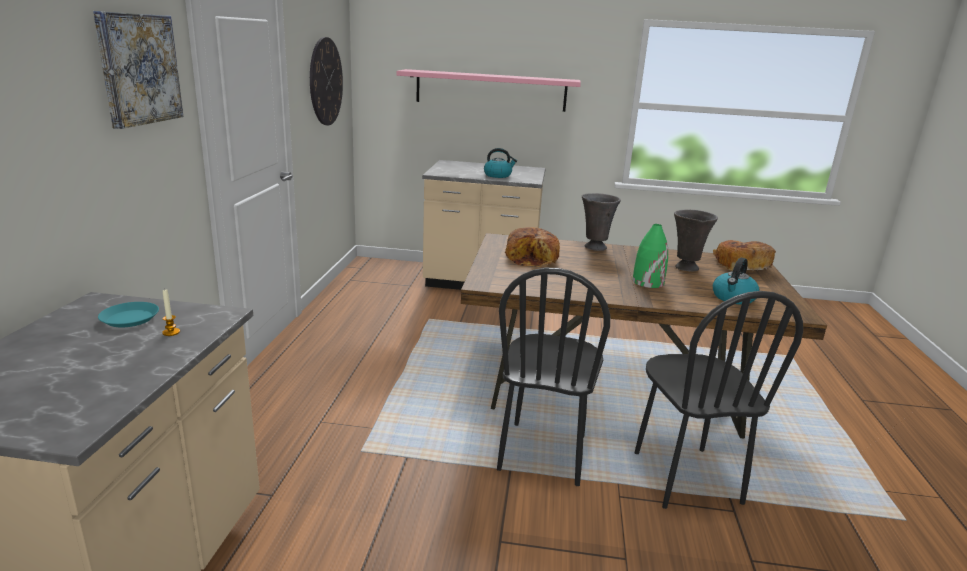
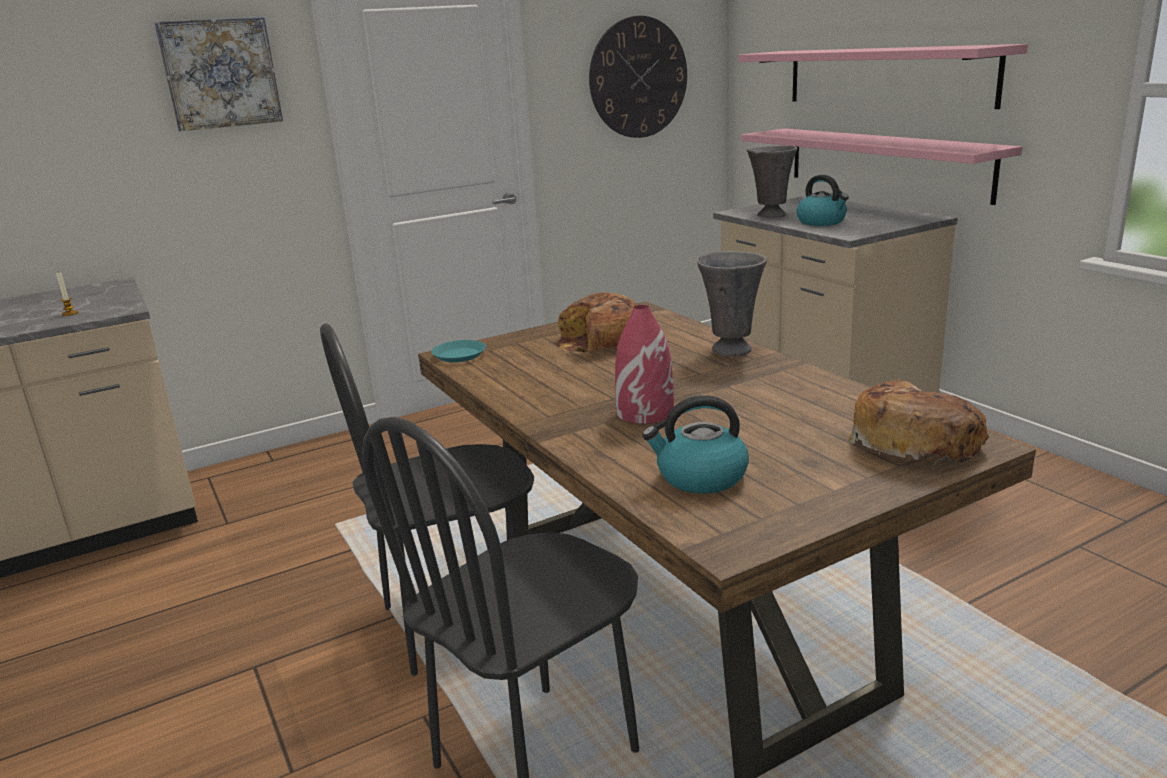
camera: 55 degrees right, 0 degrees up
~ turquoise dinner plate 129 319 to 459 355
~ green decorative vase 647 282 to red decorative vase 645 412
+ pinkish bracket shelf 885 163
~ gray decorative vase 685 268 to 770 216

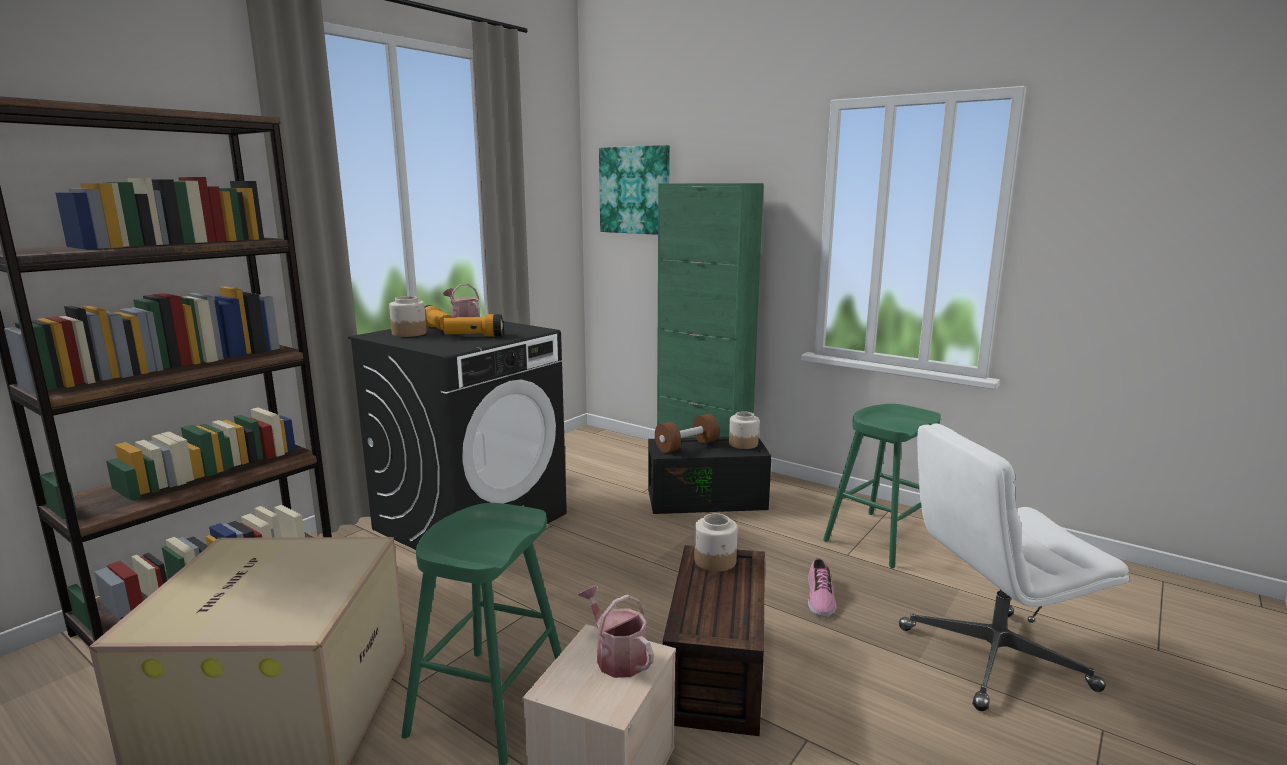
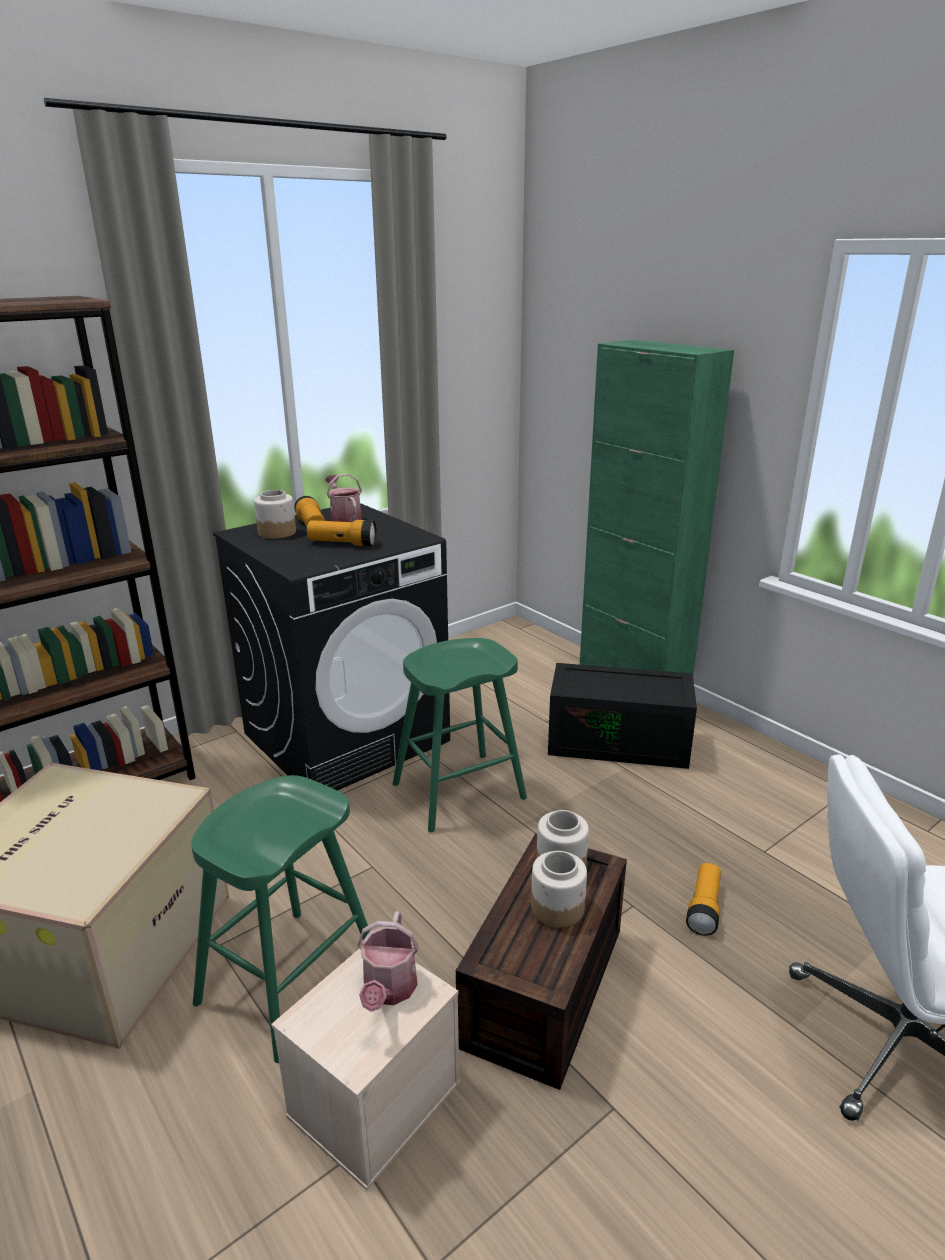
camera: 15 degrees right, 10 degrees up
~ watering pot 616 657 = 388 990 150 degrees counterclockwise
~ green stool 880 539 to 458 791
~ storage jar 743 444 to 558 907
~ shoe 819 597 to flashlight 704 908
- picture 635 190
- brown-coloured free weight 686 446

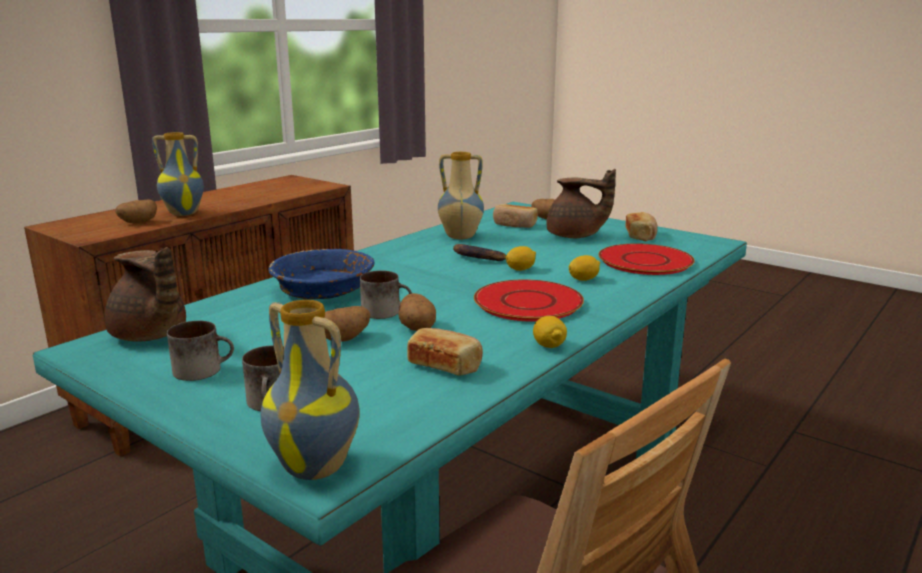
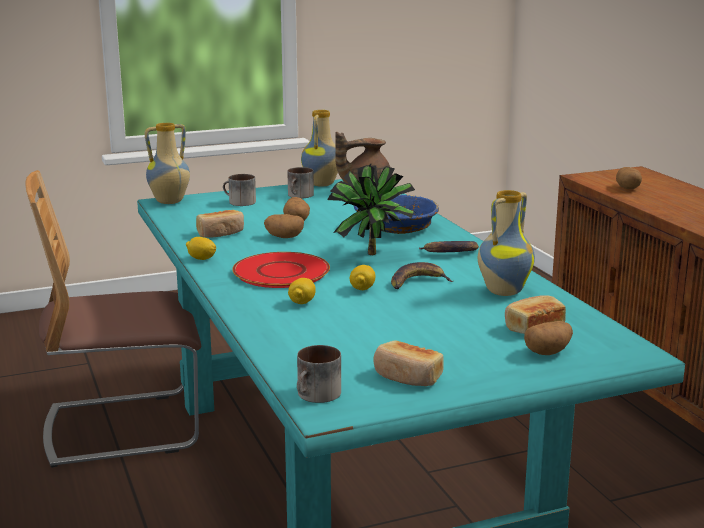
camera: 120 degrees right, 0 degrees up
~ tea mug 386 311 to 317 396
~ decorative vase 184 213 to 322 184
+ plant in a pot 373 256
+ banana fruit 450 252
- brown-coloured teapot 575 236
- red dinner plate 644 261

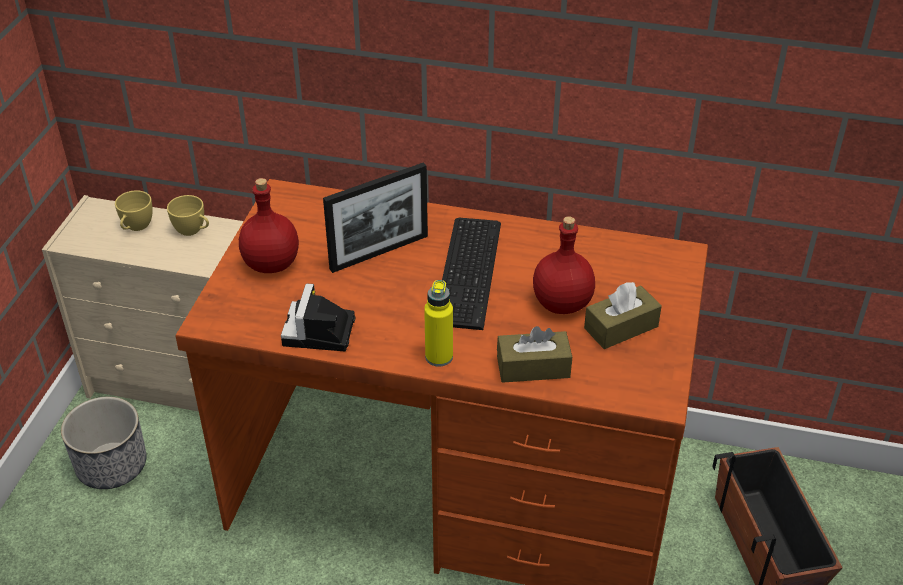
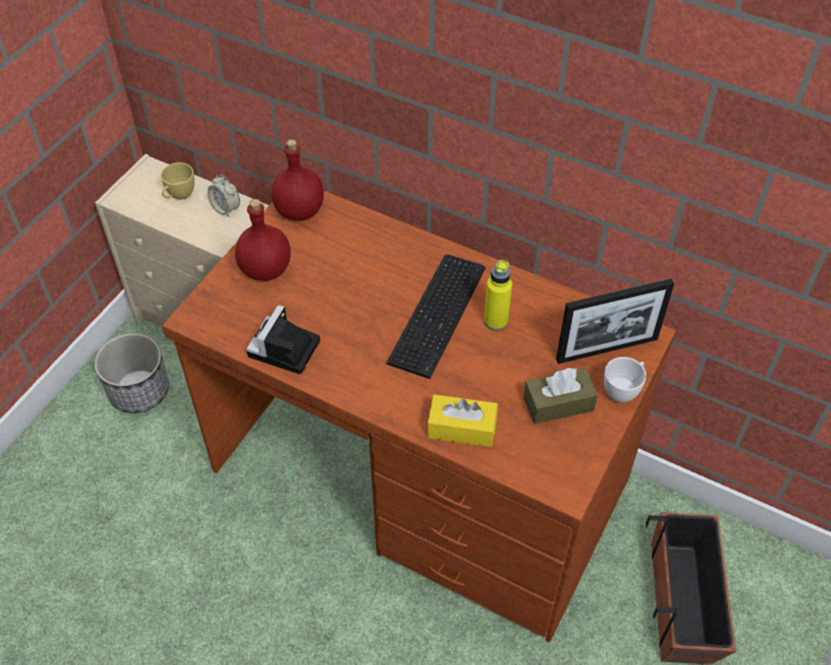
camera: 15 degrees right, 10 degrees up
~ yellow small cup 193 231 to table clock 226 208
~ red beverage bottle 562 303 to 300 210
~ brown-coloured tissue box 533 367 to yellow tissue box 461 428
~ yellow beverage bottle 439 357 to 495 321
~ picture frame 379 252 to 607 349
+ whitish small cup 623 390

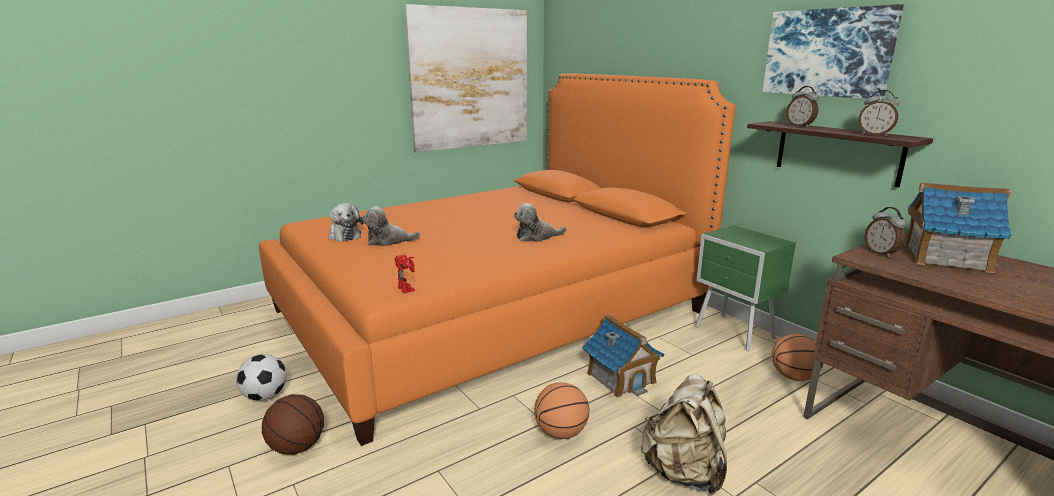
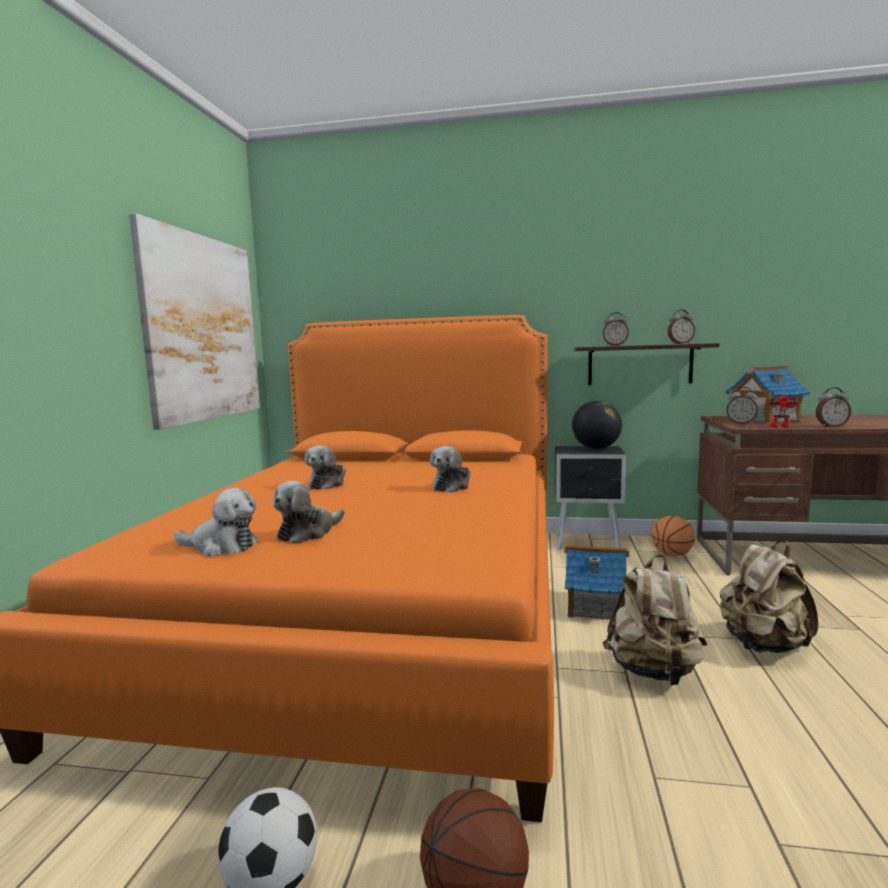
camera: 45 degrees left, 10 degrees down
+ soft toy 328 484
~ green night table 735 334 to blackish night table 589 543
+ desk globe 596 448
~ ball for basketball 561 433 to beige-coloured knapsack 653 671
~ robot figure 409 289 to 780 426
+ table clock 831 426
- picture 828 53

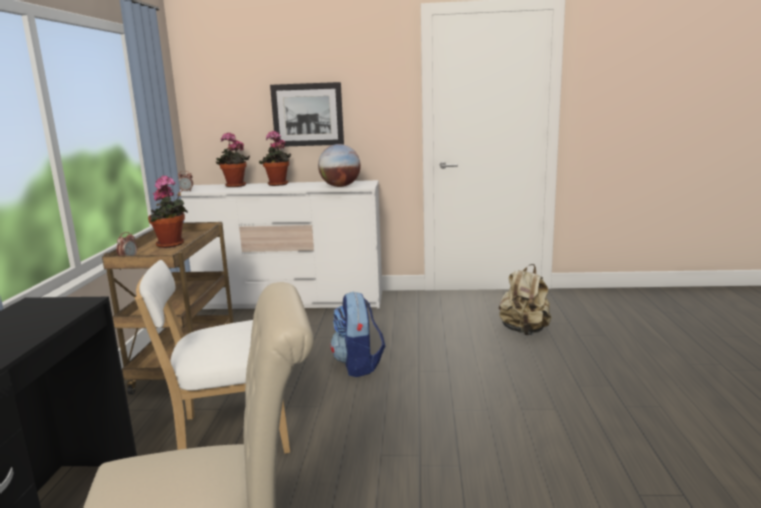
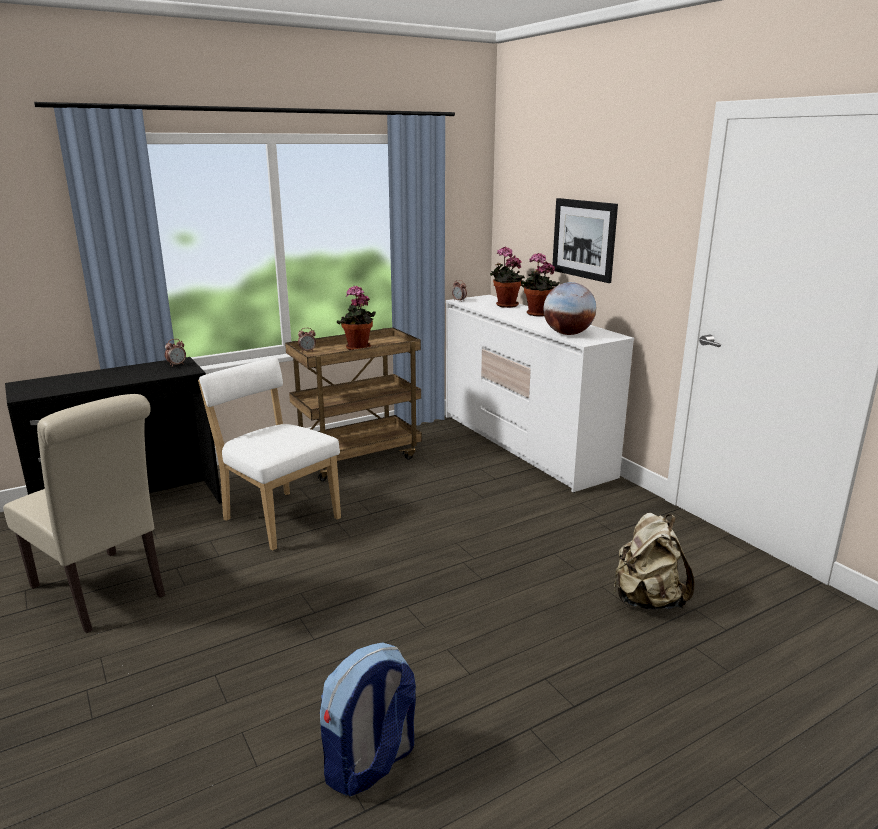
camera: 55 degrees right, 5 degrees up
+ table clock 177 365
~ knapsack 358 365 to 370 764

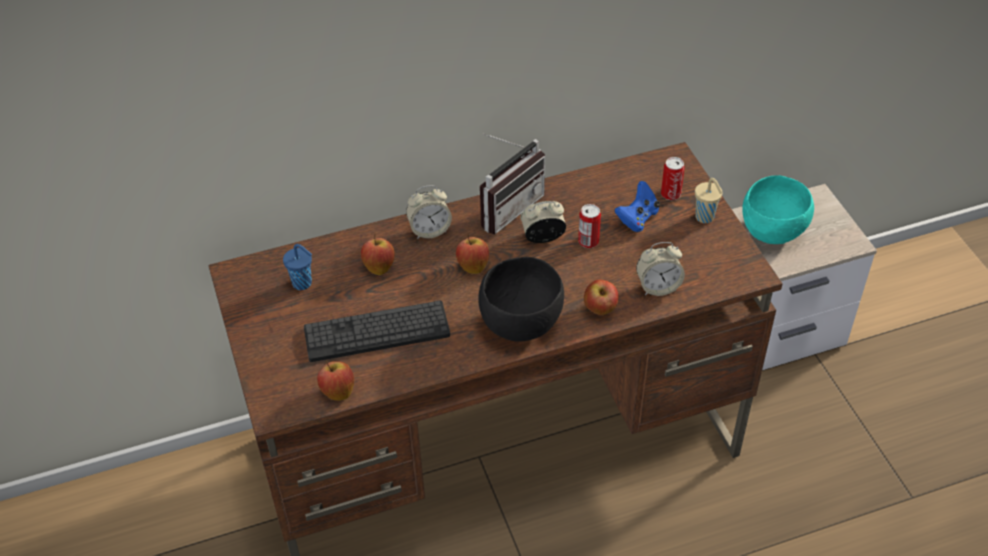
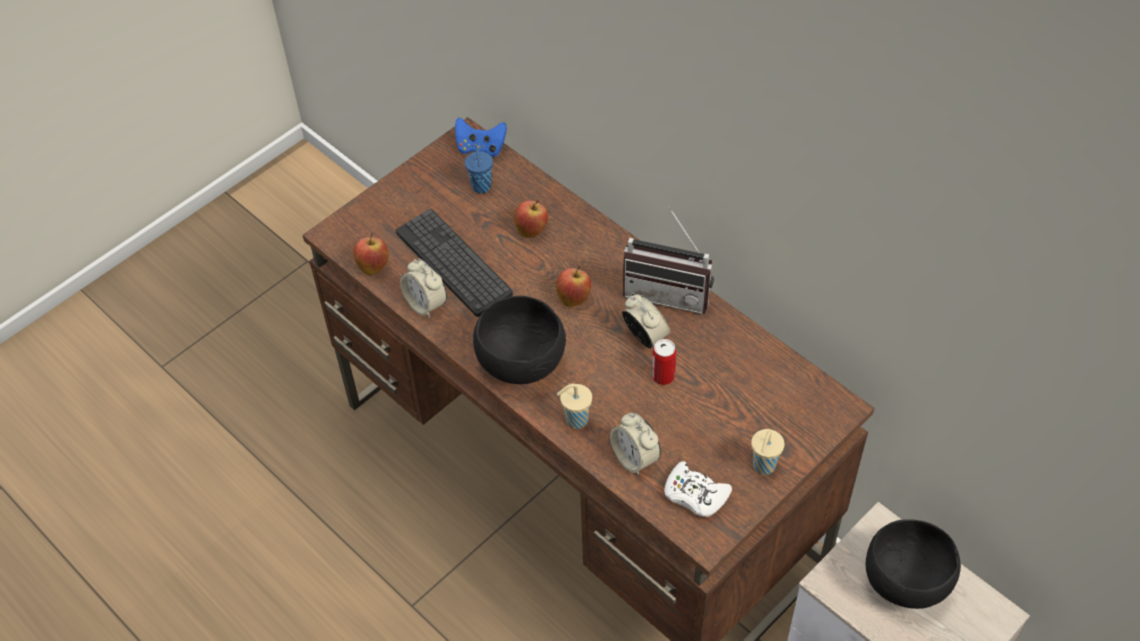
camera: 65 degrees right, 5 degrees up
~ table clock 429 230 to 426 304
~ bluish game controller 637 218 to 481 148
~ whole apple 600 310 to beige-coloured small cup 575 420
+ whitish game controller 695 495
~ turquoise bowl 773 232 to blackish bowl 906 584
- can 670 194

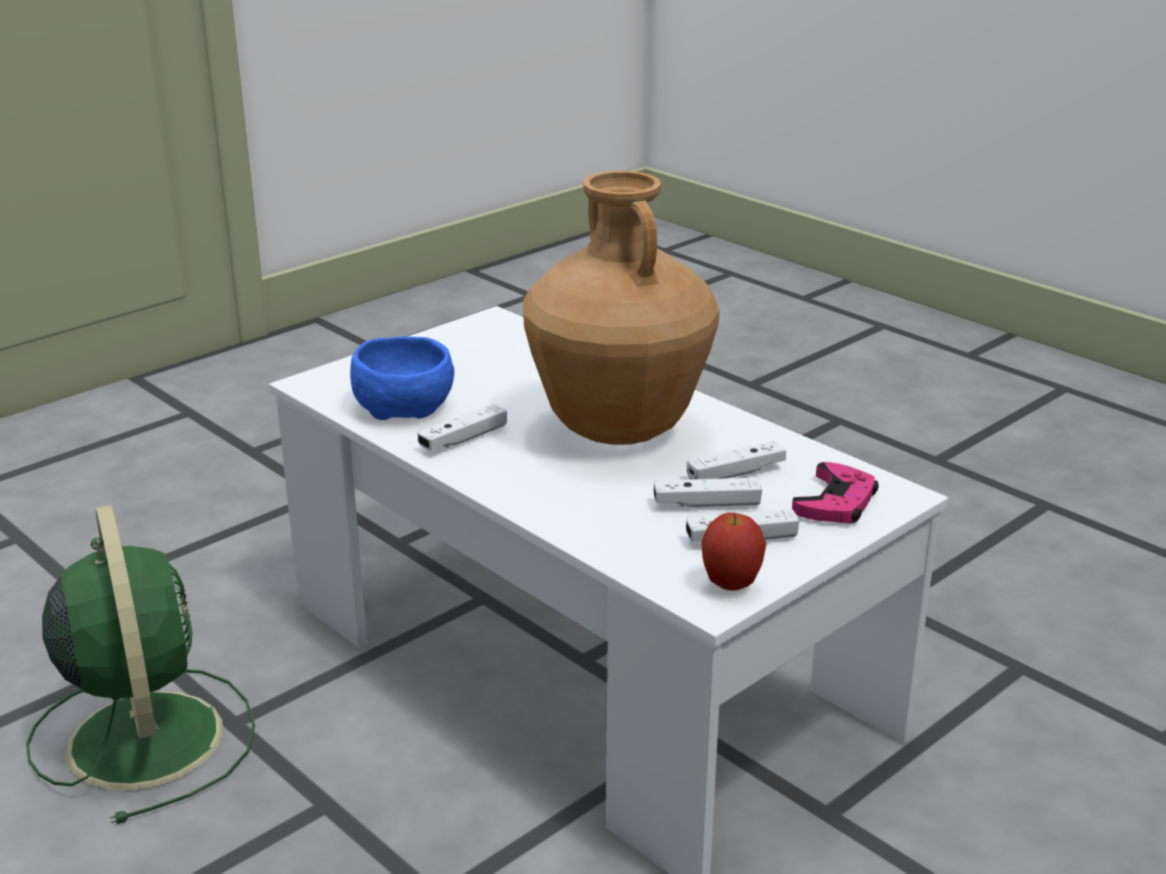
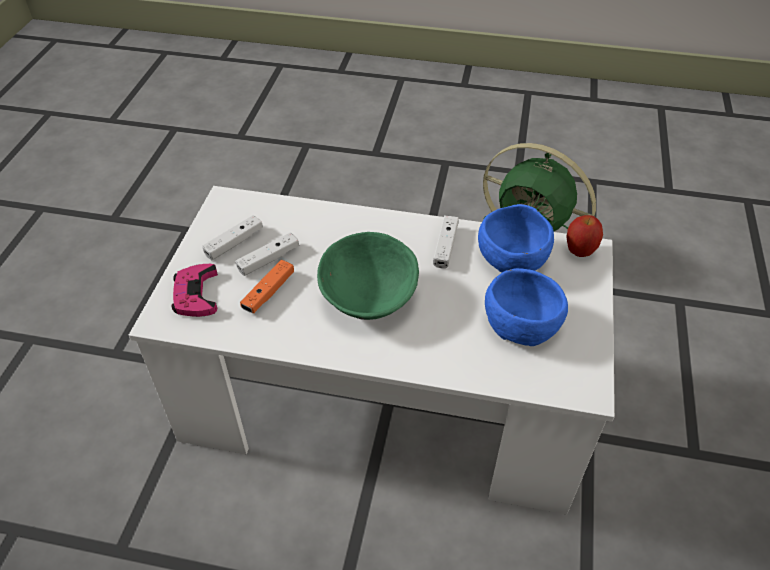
camera: 145 degrees right, 20 degrees up
~ whitish game controller 735 473 to orangey game controller 268 292
~ brown-coloured decorative vase 617 430 to green bowl 368 298
+ bluish bowl 520 322
~ whole apple 731 585 to 579 252

